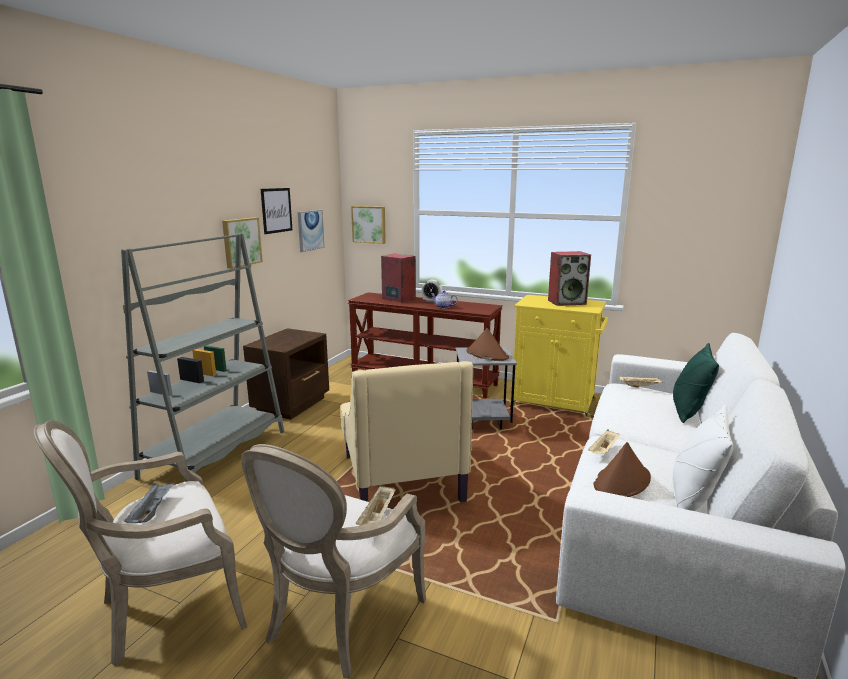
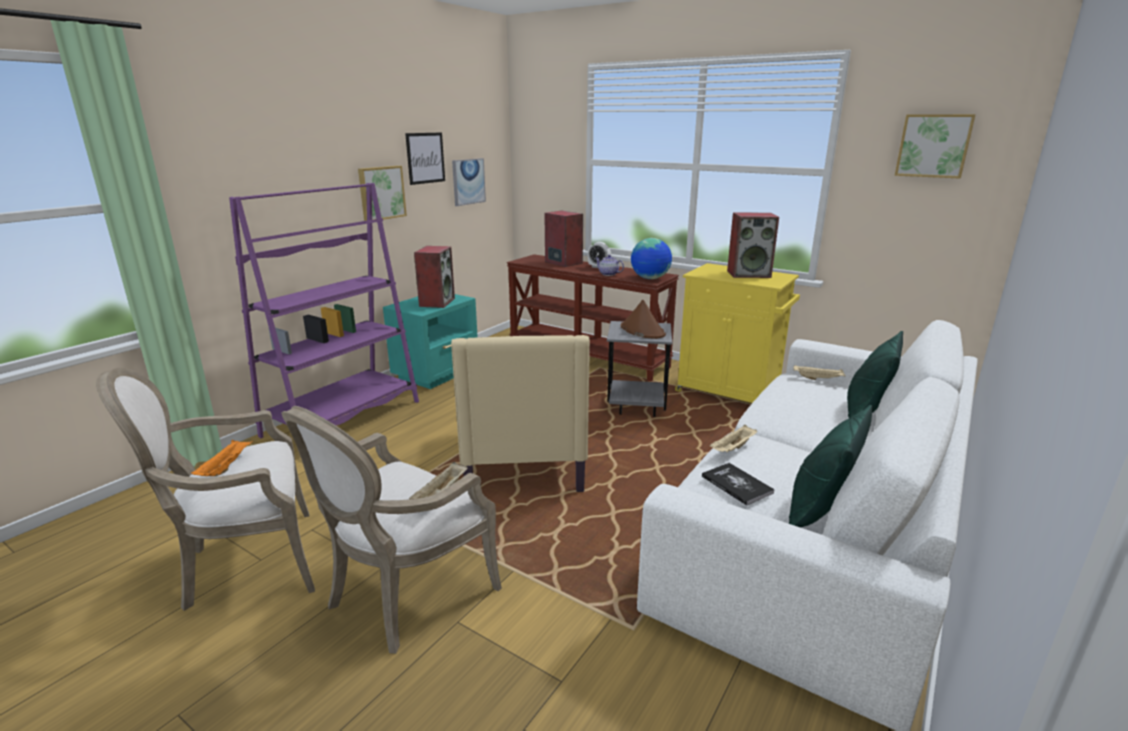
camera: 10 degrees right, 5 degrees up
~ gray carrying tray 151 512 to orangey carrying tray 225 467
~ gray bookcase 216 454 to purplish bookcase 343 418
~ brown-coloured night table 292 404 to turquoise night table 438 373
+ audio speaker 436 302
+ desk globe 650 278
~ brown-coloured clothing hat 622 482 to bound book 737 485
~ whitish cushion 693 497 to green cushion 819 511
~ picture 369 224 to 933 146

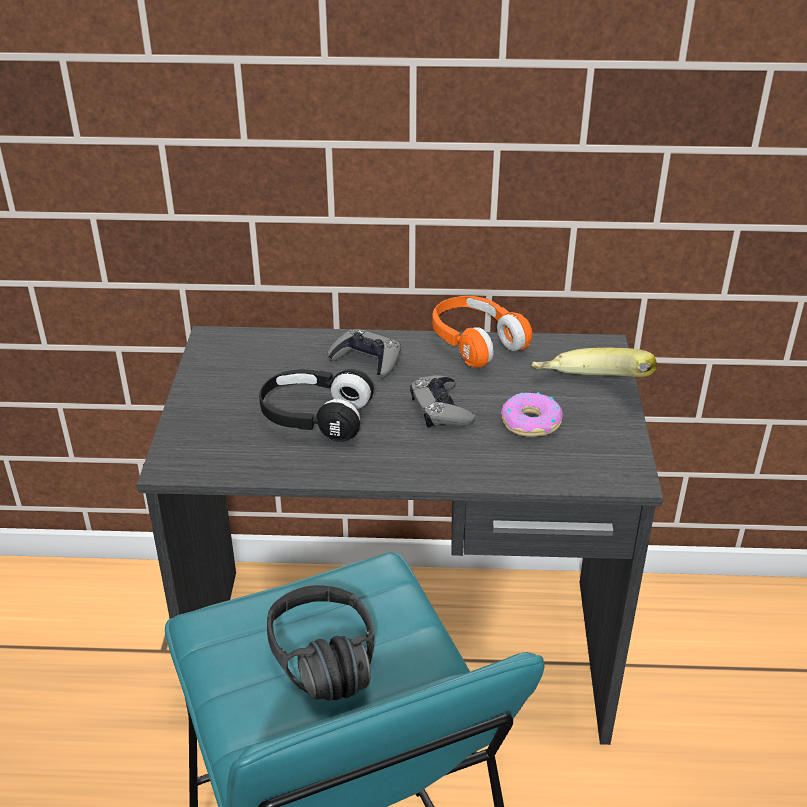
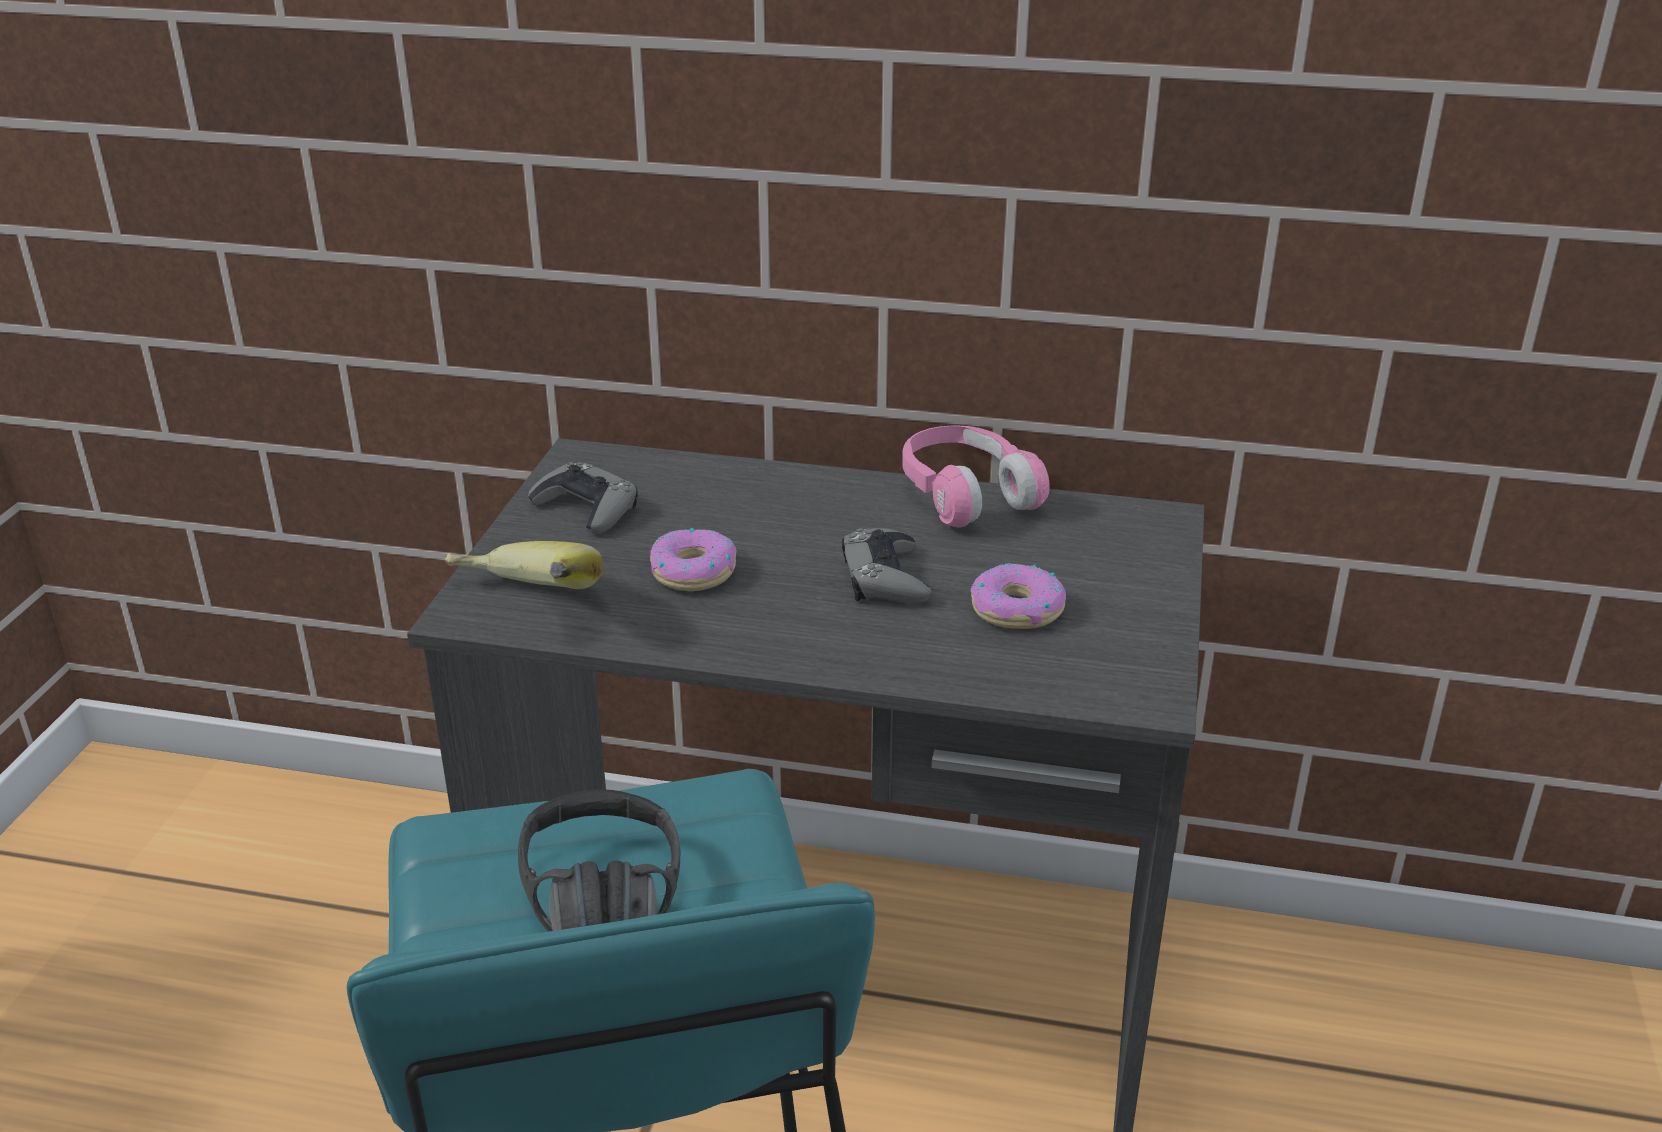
camera: 10 degrees right, 5 degrees down
~ banana fruit 589 391 to 524 608
~ gray game controller 367 360 to 586 508
~ blackish headphones 315 417 to donut 693 571
~ orangey headphones 476 343 to pinkish headphones 966 495

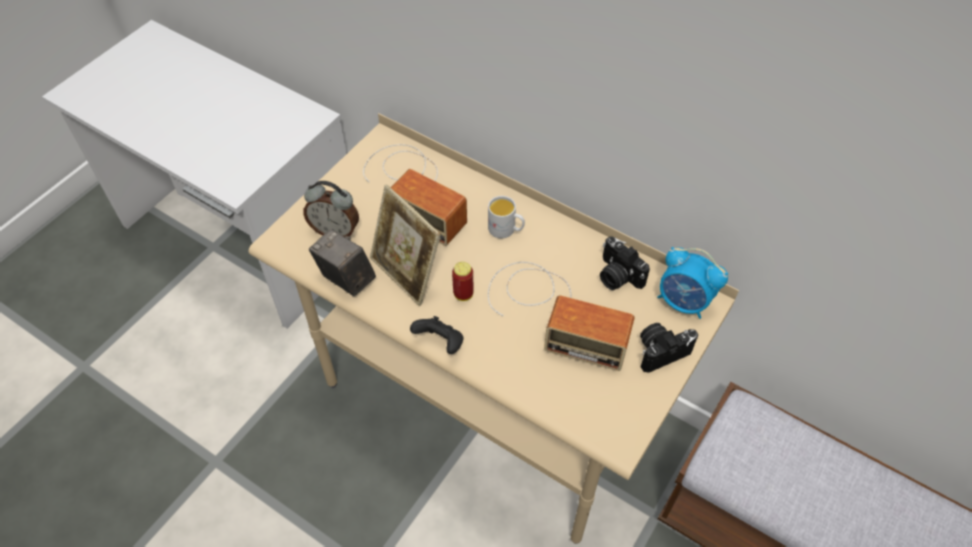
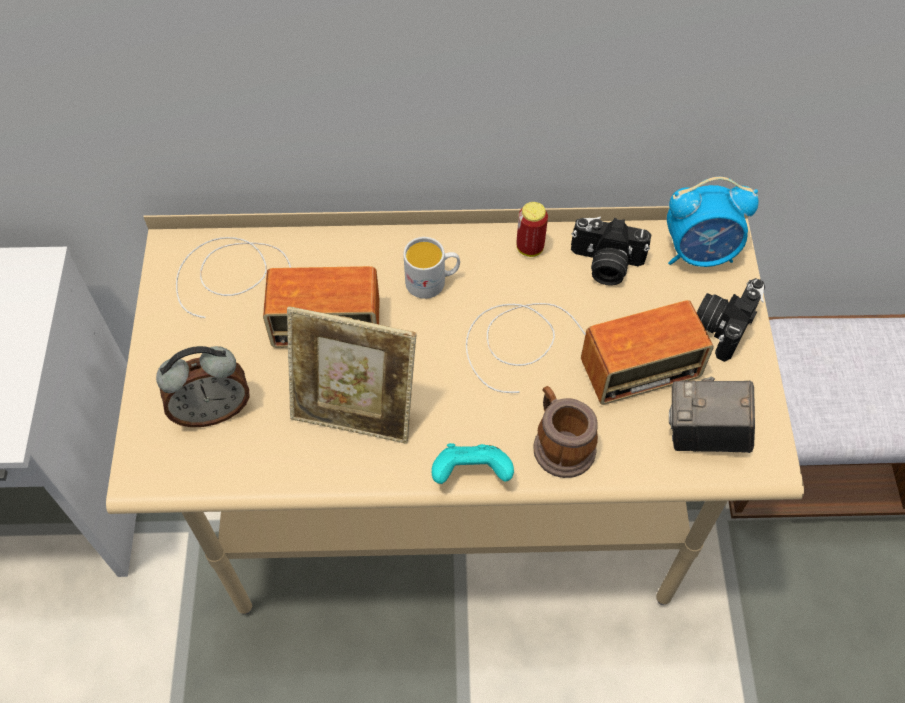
camera: 35 degrees left, 5 degrees up
~ blackish game controller 440 343 to turquoise game controller 471 474
~ can 463 294 to 529 248
+ tea mug 560 443
~ still camera 346 278 to 704 436

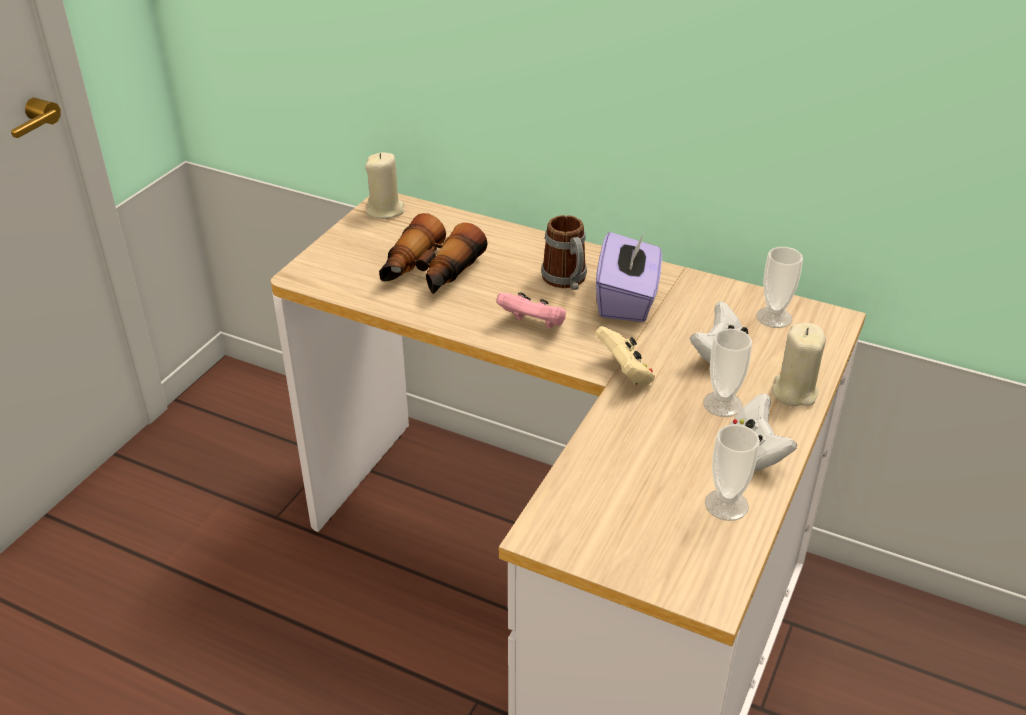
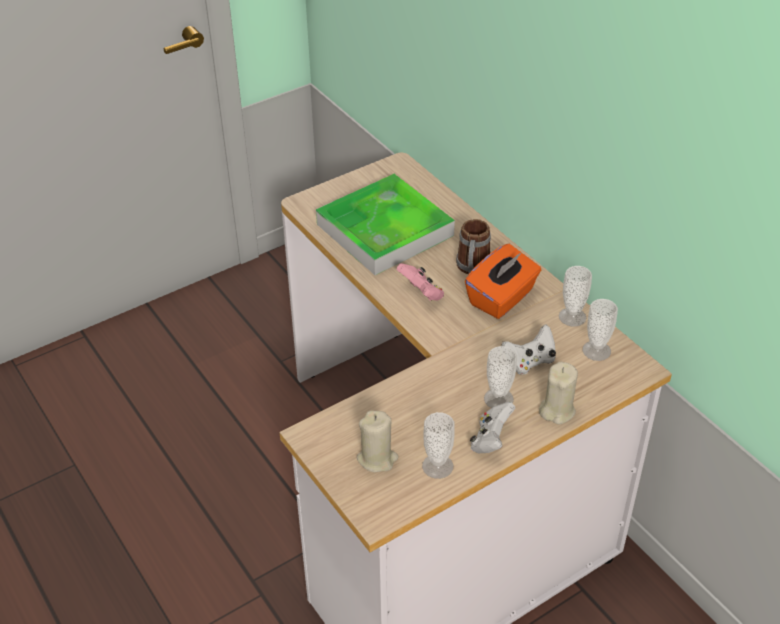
camera: 30 degrees right, 5 degrees up
~ binoculars 429 273 to carrying tray 385 230
~ beige-coloured candle 385 210 to 377 458
~ purplish tissue box 627 300 to orangey tissue box 502 298
+ small cup 572 317
- beige-coloured game controller 625 373

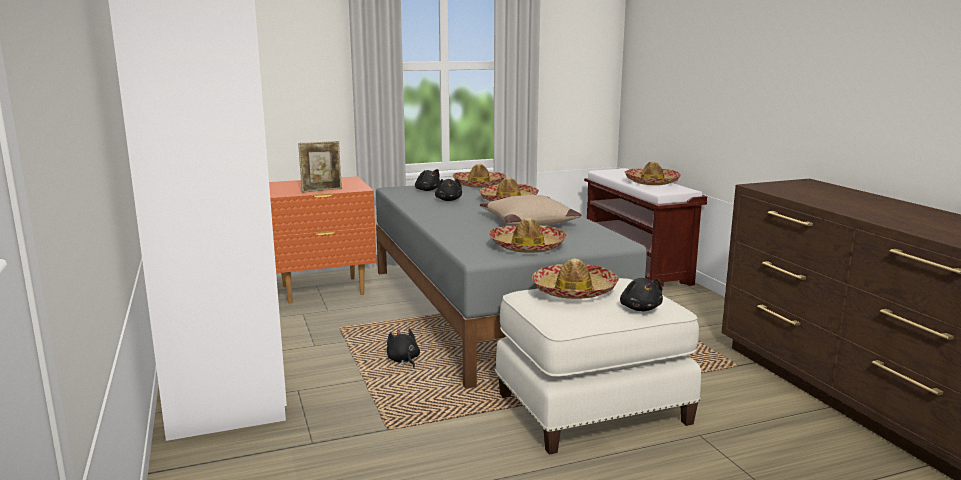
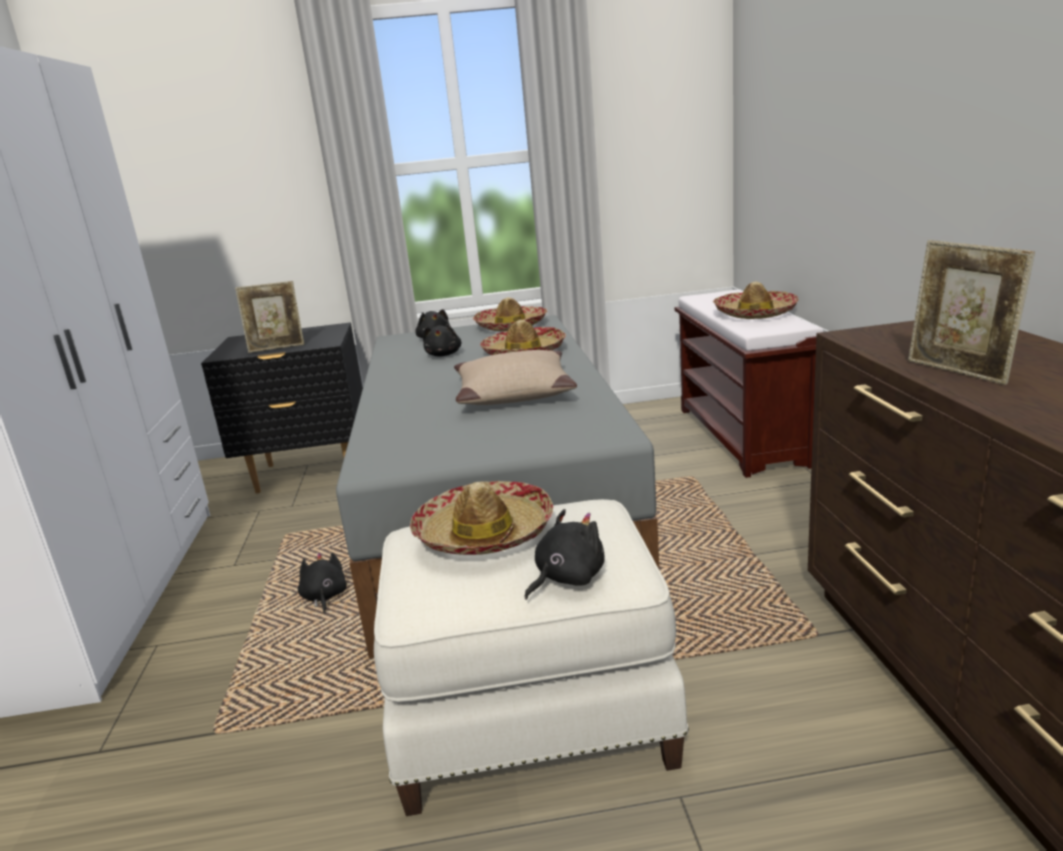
camera: 15 degrees right, 5 degrees up
~ orangey night table 323 290 to blackish night table 309 473
~ blackish soft toy 640 308 = 566 578 135 degrees counterclockwise
+ picture frame 959 371
- clothing hat 527 246

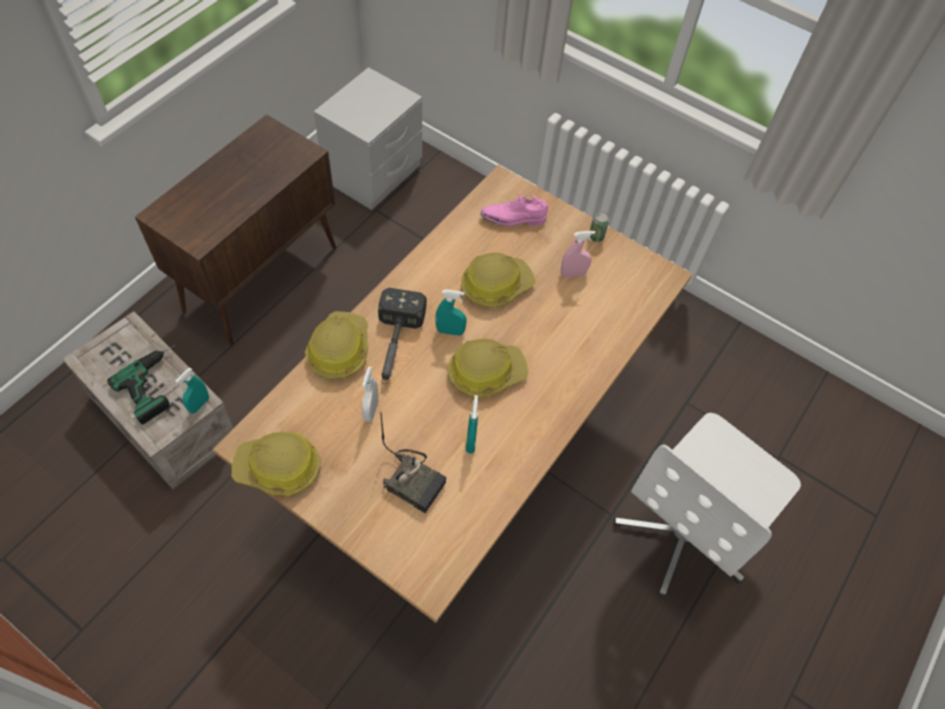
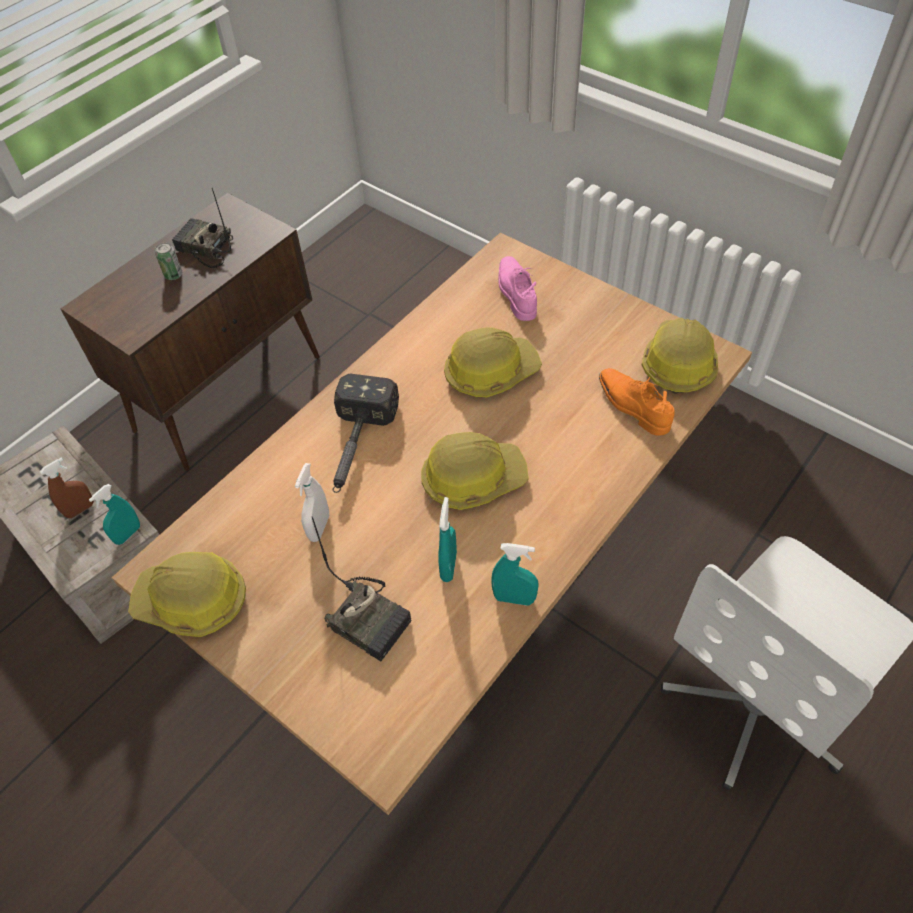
camera: 10 degrees right, 5 degrees down
~ electric drill 157 383 to brown-coloured hand sprayer 80 509
~ can 596 237 to 173 275
+ radio 204 249
~ turquoise hand sprayer 450 331 to 514 598
~ pinkish shoe 513 219 = 516 293 75 degrees clockwise
+ orangey shoe 632 406
~ work helmet 339 350 to 678 363
- gray night table 373 173
- pinkish hand sprayer 573 274

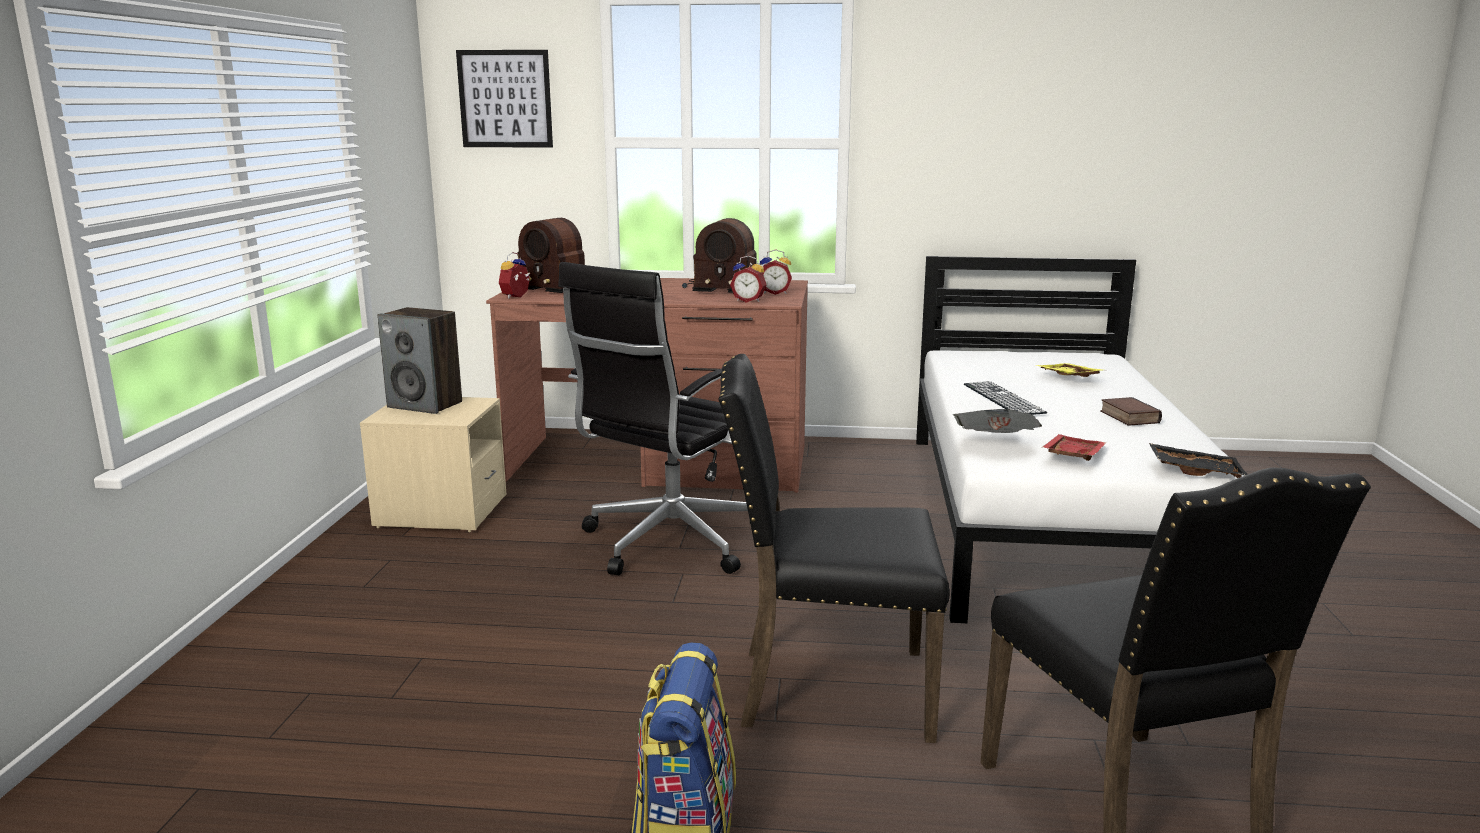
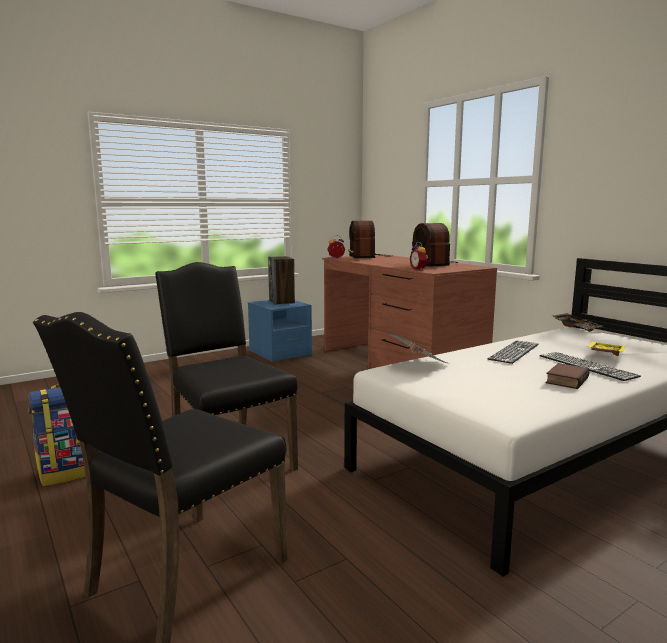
camera: 50 degrees right, 5 degrees down
~ beige-coloured night table 441 511 to bluish night table 280 353
+ computer keyboard 587 366
~ blackish carrying tray 1195 471 to 576 327
- picture 505 99
- blackish desk chair 668 543
- table clock 775 293
- red carrying tray 1071 456

